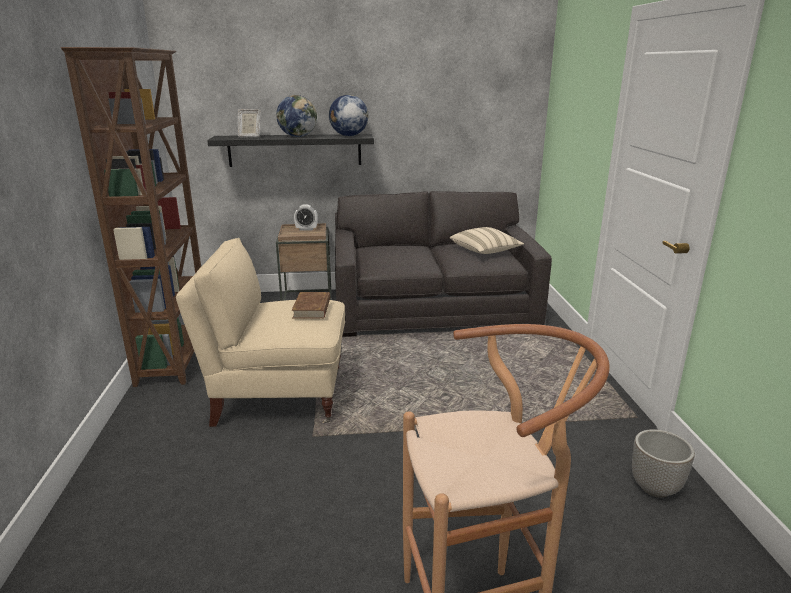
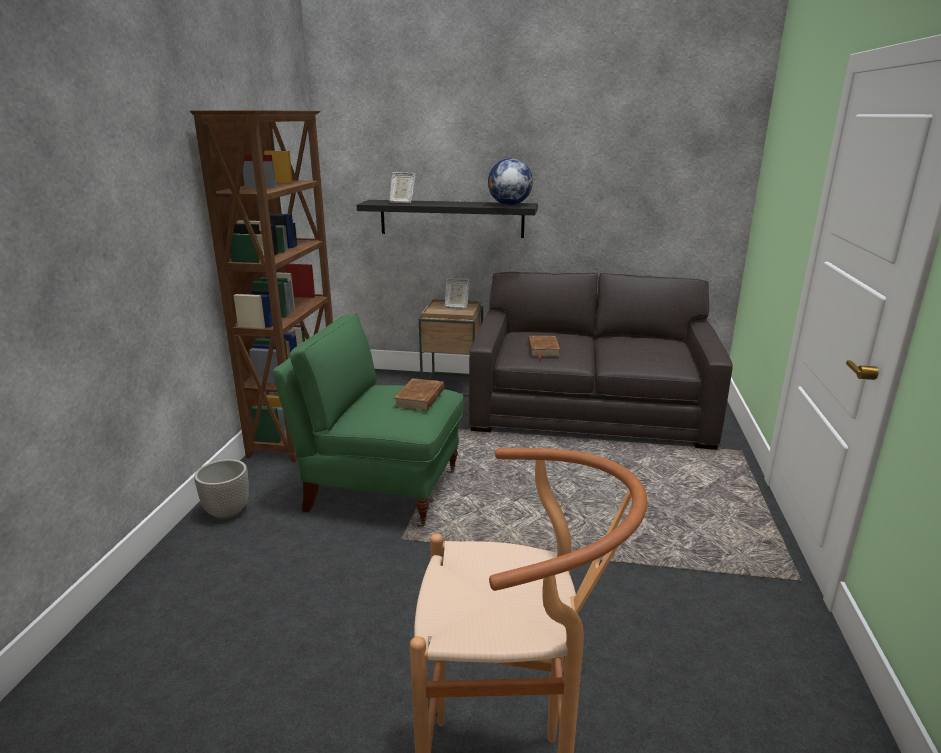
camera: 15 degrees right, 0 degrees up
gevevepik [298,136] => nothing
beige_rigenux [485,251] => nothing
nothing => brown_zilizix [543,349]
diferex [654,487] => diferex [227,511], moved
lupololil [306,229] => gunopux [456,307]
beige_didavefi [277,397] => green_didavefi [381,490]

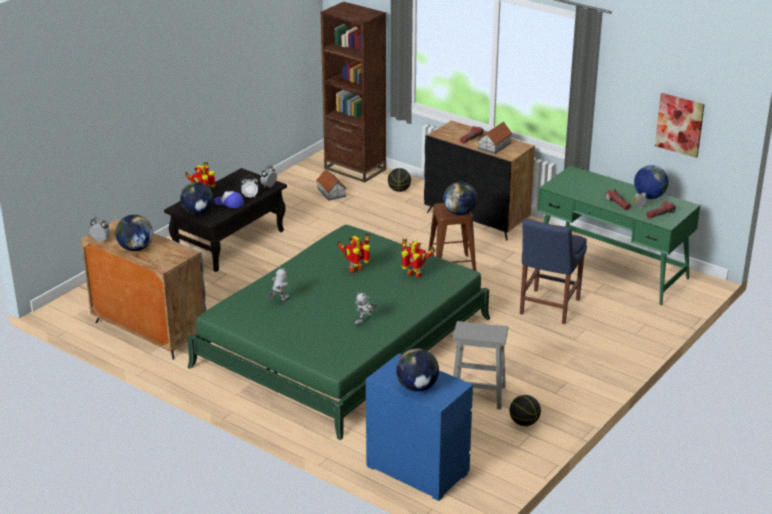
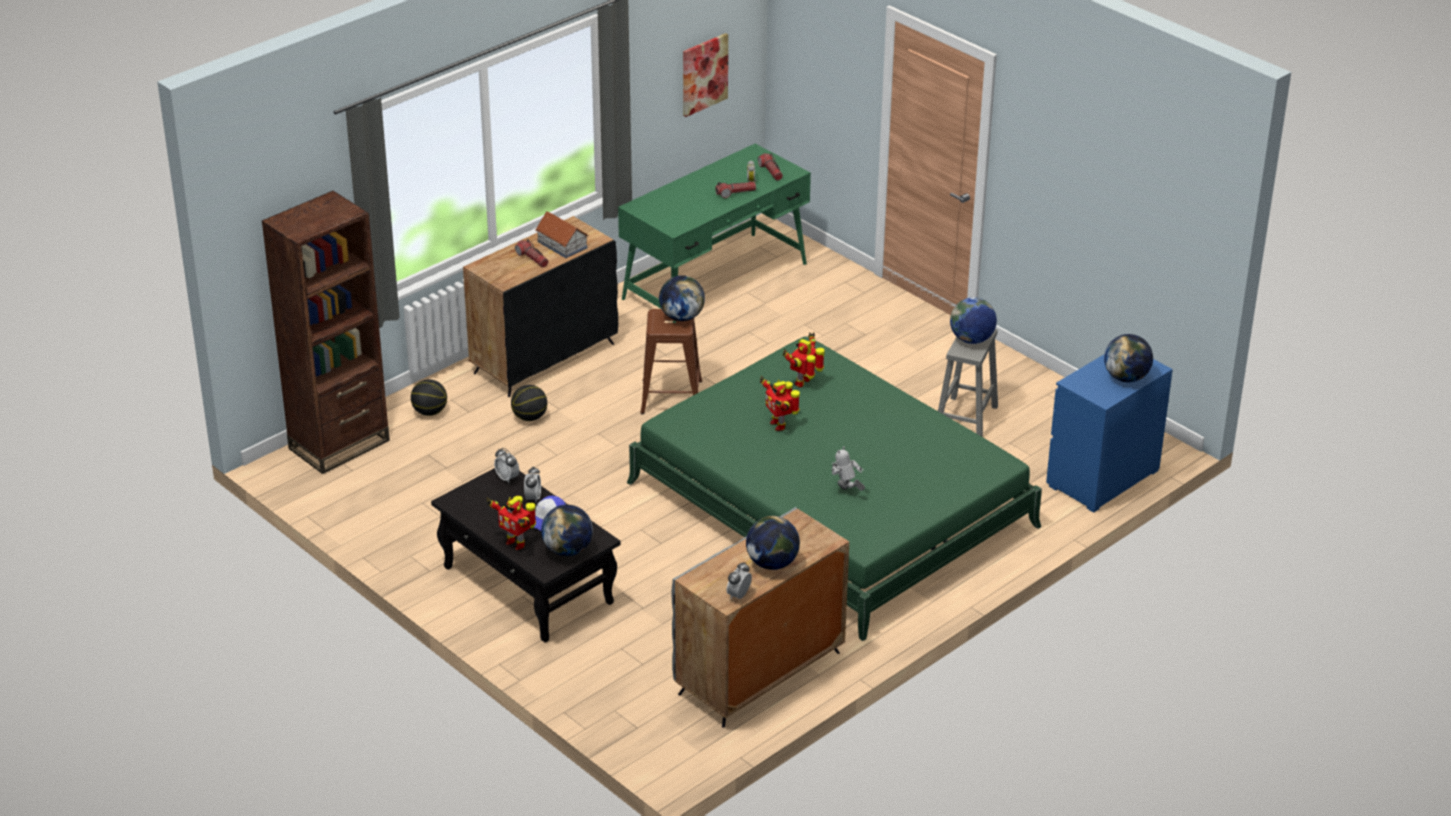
camera: 80 degrees left, 5 degrees up
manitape [331,192] => nothing
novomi [365,321] => nothing
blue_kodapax [548,308] => nothing
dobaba [524,423] => dobaba [530,417], moved
gevevepik [649,197] => gevevepik [971,339], moved

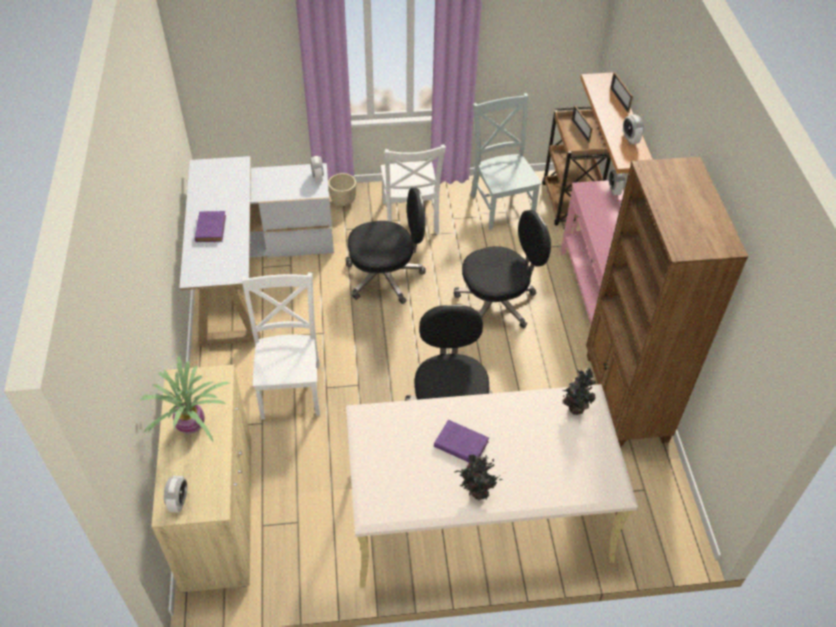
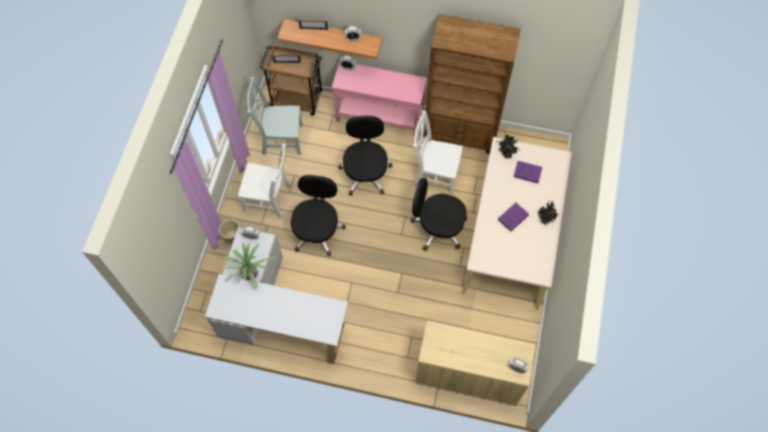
camera: 70 degrees left, 15 degrees up
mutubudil [191,426] => mutubudil [250,275], moved
purple_zilizix [211,228] => purple_zilizix [526,173], moved
white_kodapax [291,388] => white_kodapax [434,174], moved

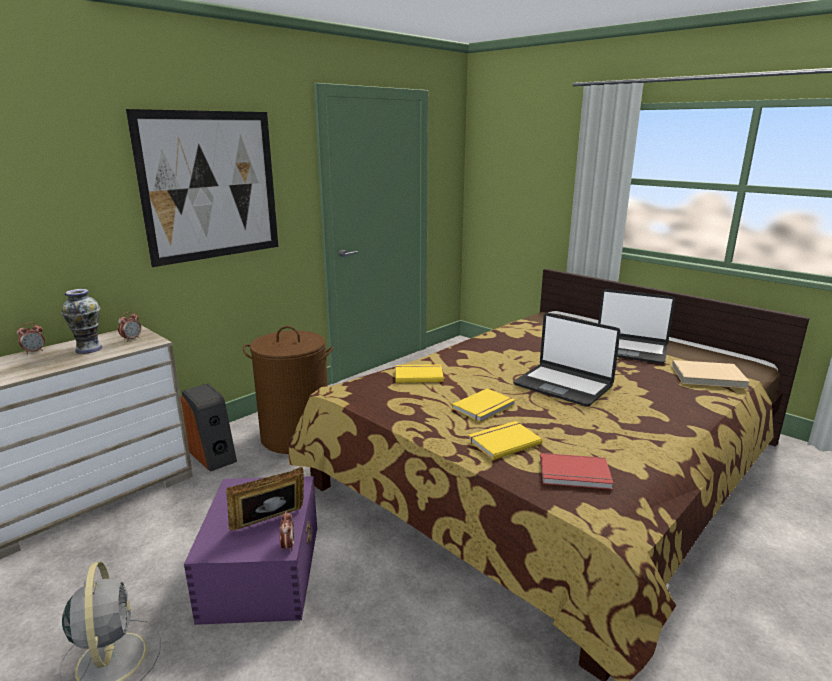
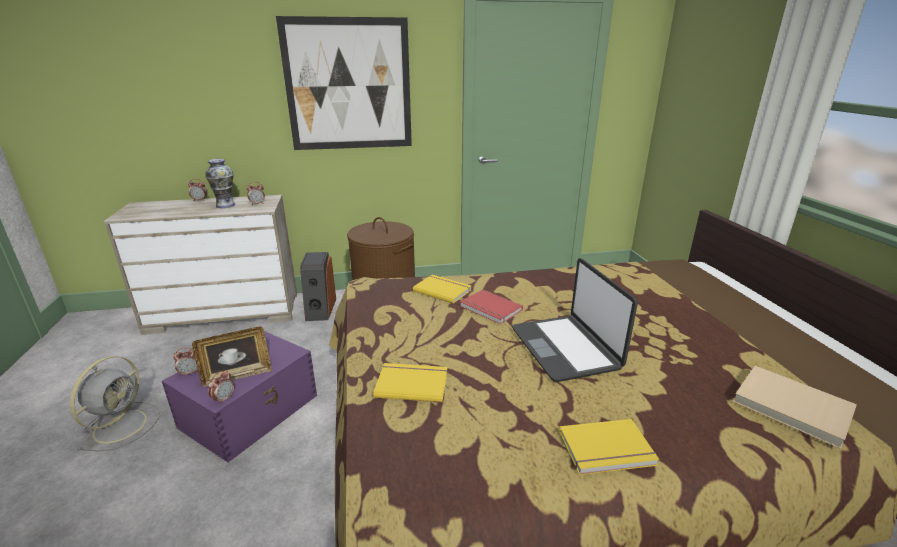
camera: 35 degrees right, 5 degrees up
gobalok [628,350] => nothing
nothing => lupololil [190,373]
yellow_zilizix [485,407] => yellow_zilizix [607,450], moved
red_zilizix [575,475] => red_zilizix [490,309], moved
gunopux [269,523] => gunopux [237,375], 150 degrees clockwise

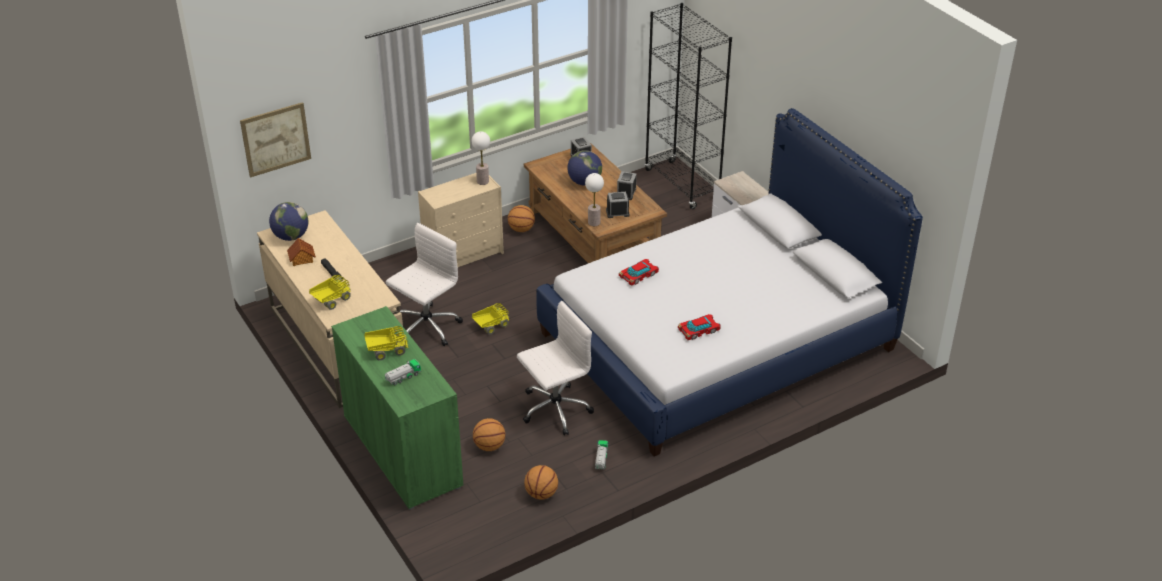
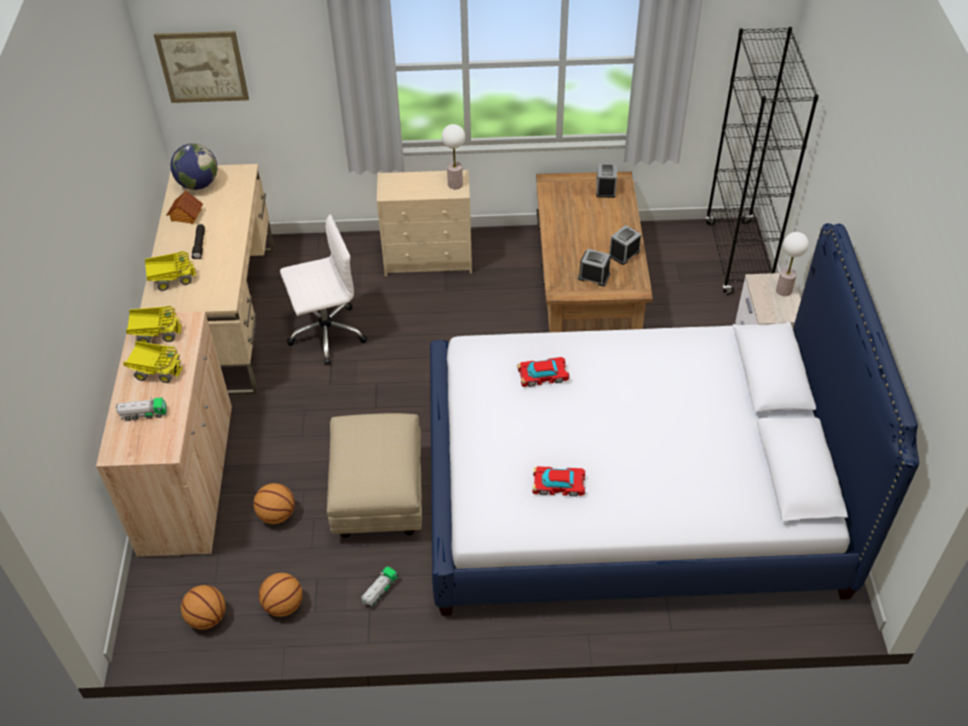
camera: 30 degrees right, 10 degrees up
gevevepik [584,182] => nothing
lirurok [491,326] => lirurok [155,333], moved
dobaba [521,229] => dobaba [208,617], moved
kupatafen [594,222] => kupatafen [784,290], moved
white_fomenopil [554,409] => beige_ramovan [379,498]
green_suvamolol [402,451] => beige_suvamolol [188,479]

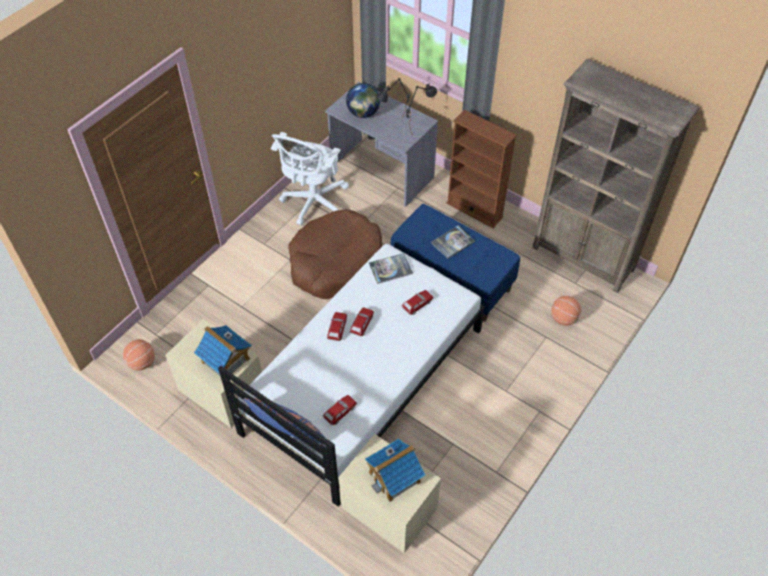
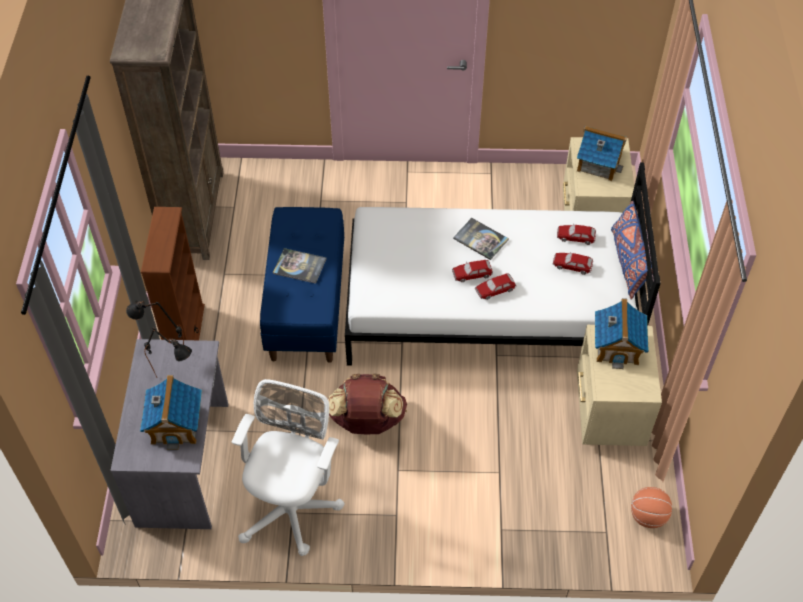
camera: 125 degrees left, 0 degrees up
dobaba [563,318] => nothing
zilizix [390,269] => zilizix [480,239], moved
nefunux [417,304] => nefunux [572,265], moved
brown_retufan [335,263] => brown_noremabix [367,421]
gevevepik [363,113] => manitape [176,424]
white_fomenopil [313,203] => white_fomenopil [292,506], 60 degrees counterclockwise

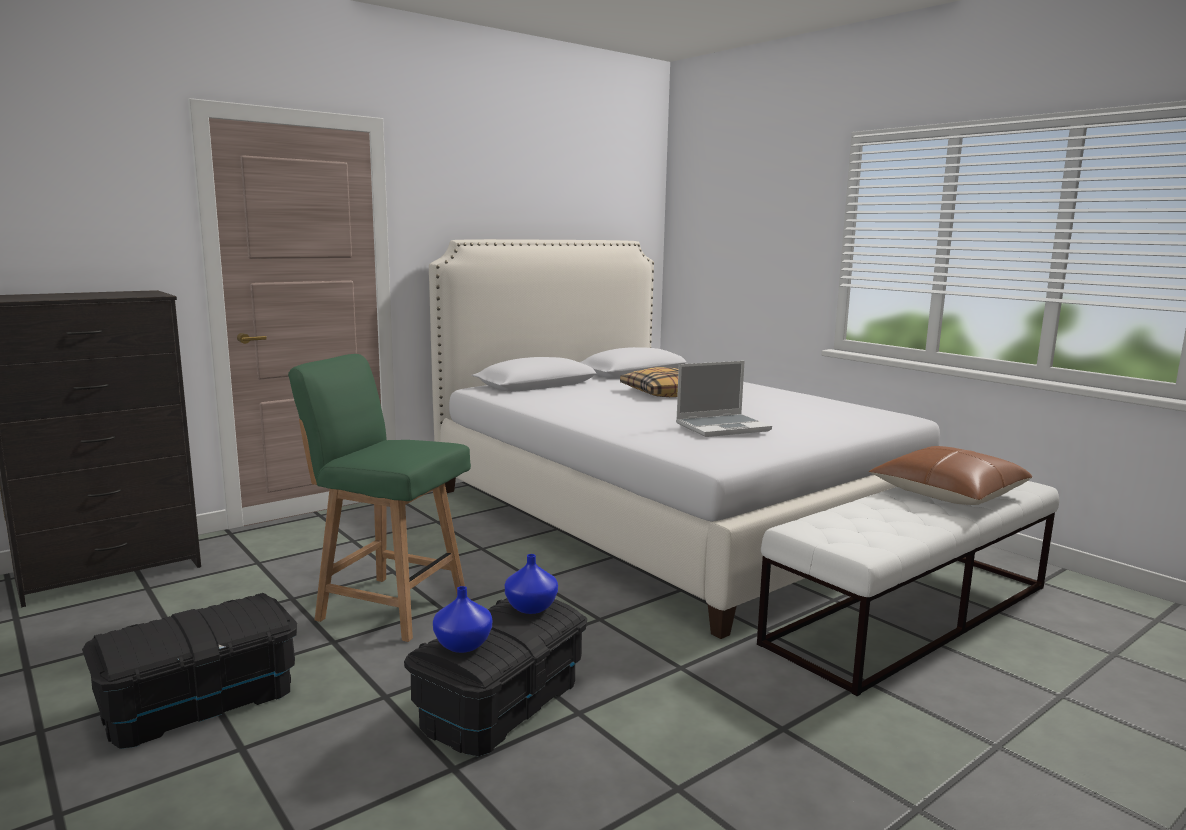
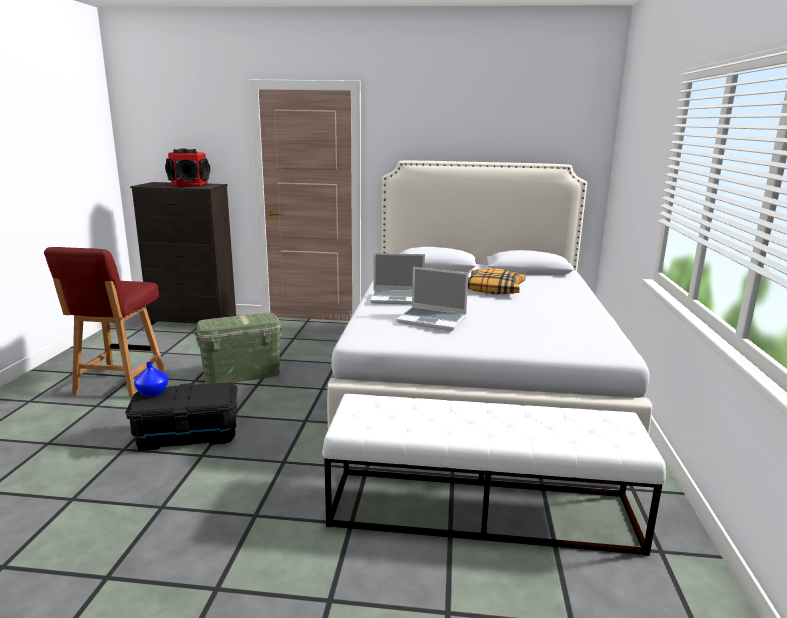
camera: 45 degrees right, 5 degrees up
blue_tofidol [532,607] => nothing
brown_rigenux [948,493] => nothing
nothing => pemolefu [189,184]
nothing => gobalok [398,298]
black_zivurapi [200,702] => red_kodapax [119,383]
green_kodapax [390,606] => green_zivurapi [242,374]

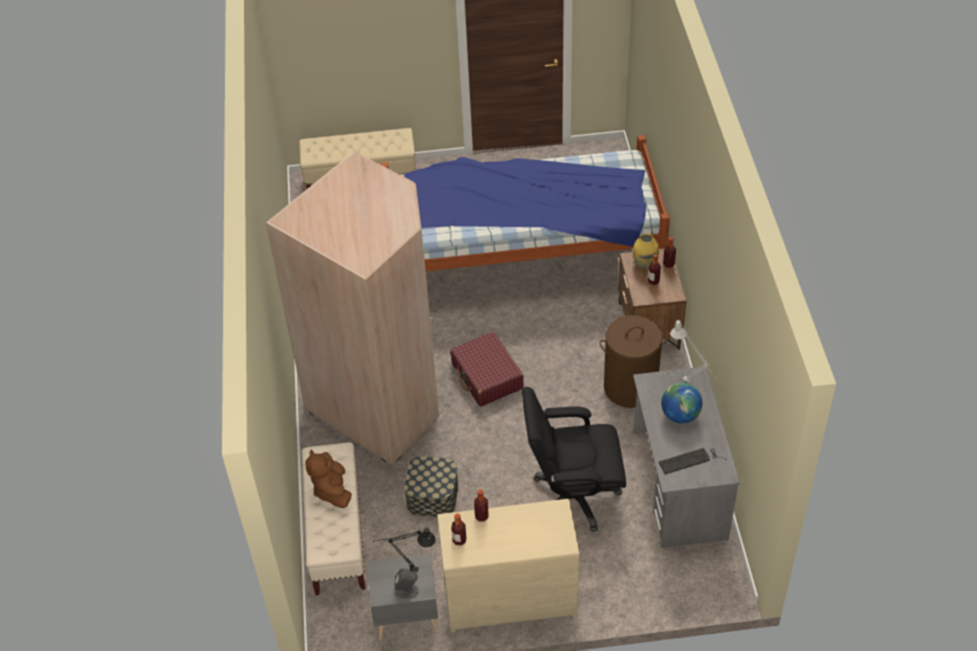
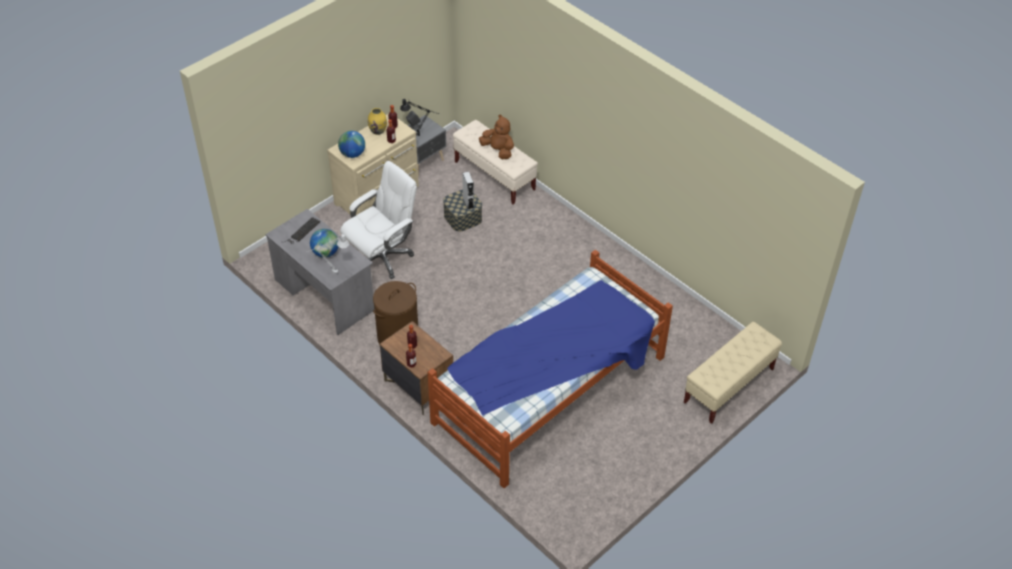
camera: 140 degrees right, 0 degrees up
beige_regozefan [381,401] => nothing
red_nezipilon [487,376] => nothing
nothing => gevevepik [352,154]
nothing => grey_pemolefu [468,203]
yellow_tofidol [644,264] => yellow_tofidol [378,131], moved
black_fomenopil [573,497] => white_fomenopil [382,257]

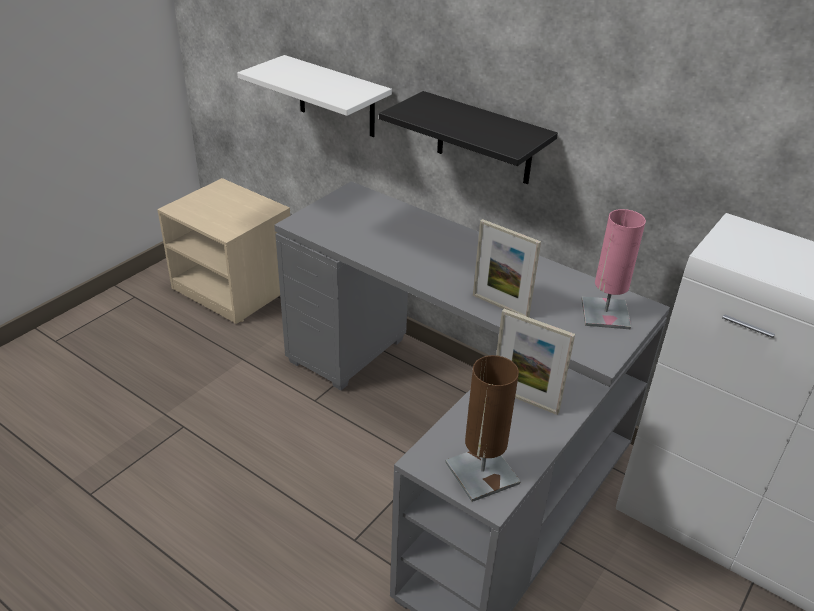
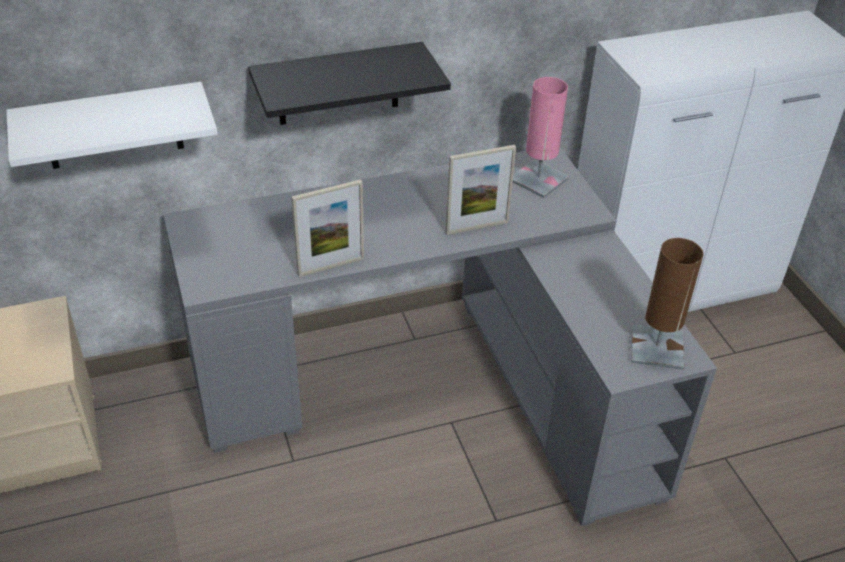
camera: 55 degrees left, 5 degrees up
gunopux [525,400] => gunopux [331,266], moved

